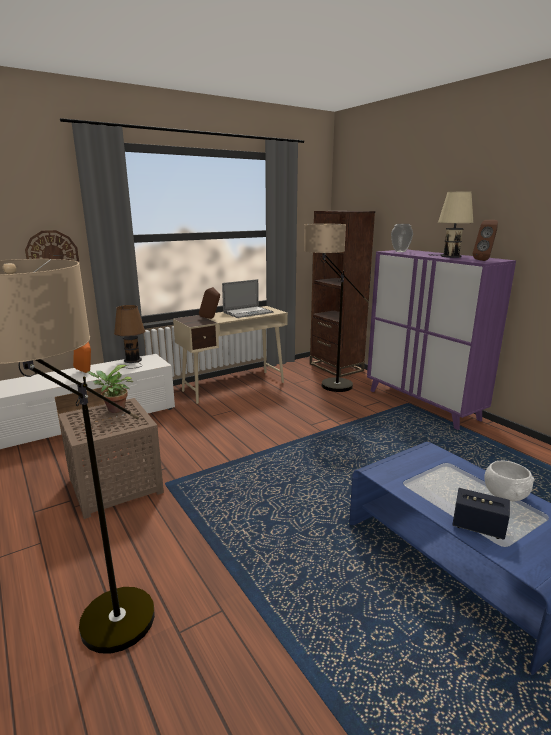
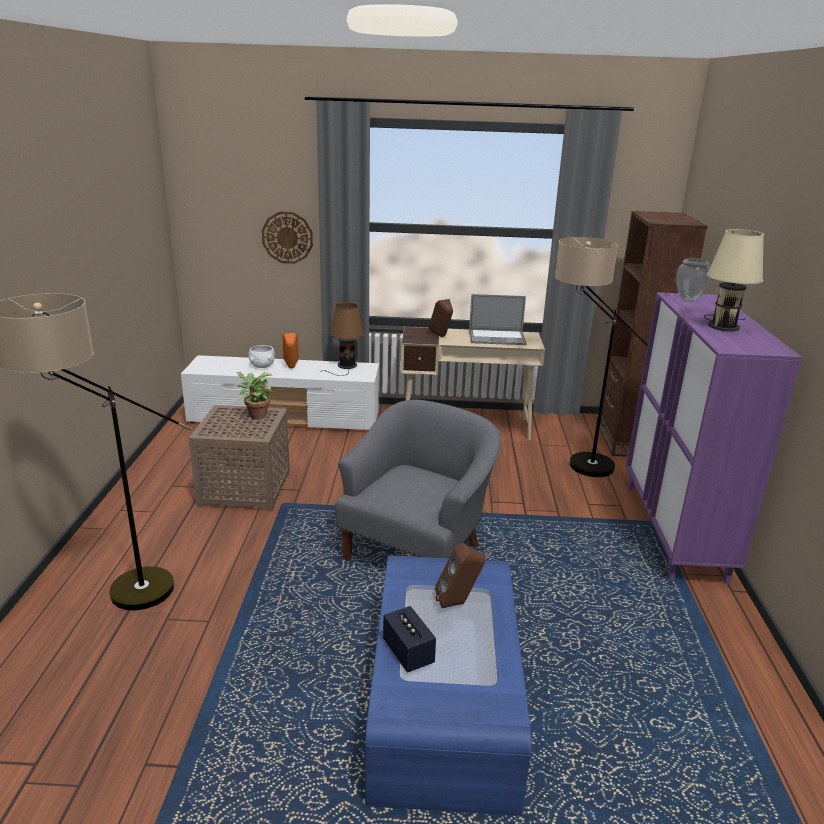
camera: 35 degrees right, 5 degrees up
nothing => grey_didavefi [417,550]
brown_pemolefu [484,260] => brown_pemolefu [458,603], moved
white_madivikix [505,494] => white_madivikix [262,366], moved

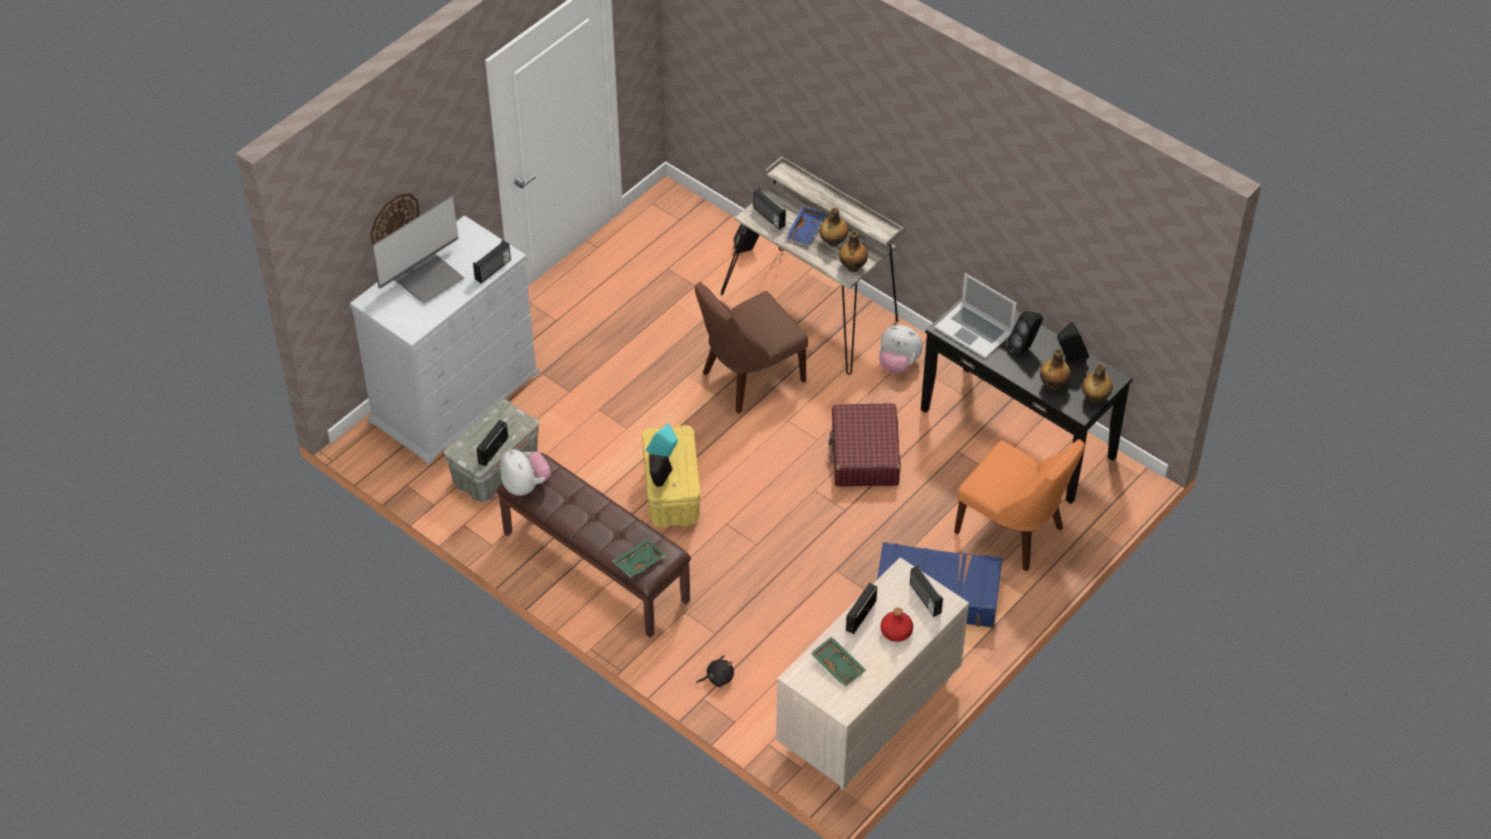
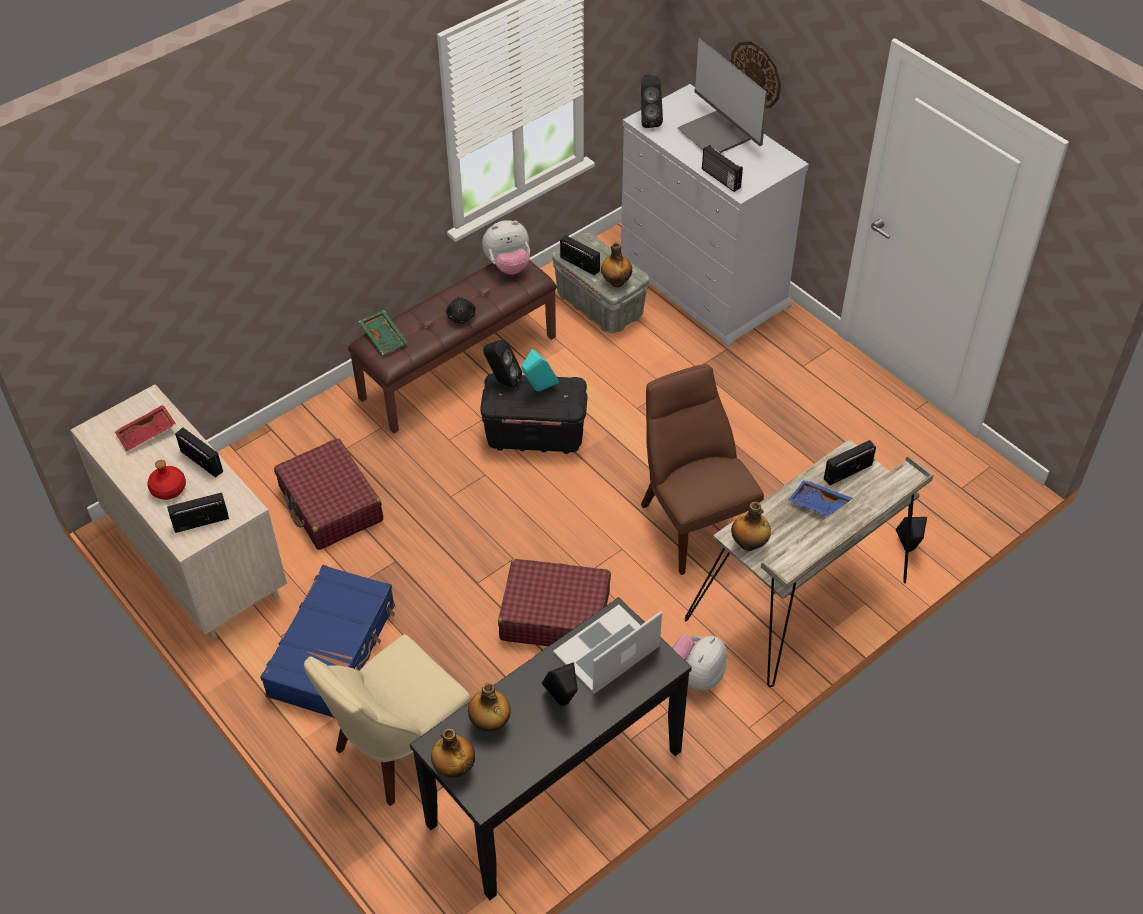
camera: 100 degrees right, 0 degrees up
nothing => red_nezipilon [331,505]
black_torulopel [718,678] => black_torulopel [461,316], moved
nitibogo [833,242] => nitibogo [616,282], moved
black_pemolefu [1070,359] => black_pemolefu [648,120], moved
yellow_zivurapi [671,495] => black_zivurapi [536,434]
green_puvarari [838,665] => red_puvarari [147,434]
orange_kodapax [1013,532] => beige_kodapax [398,748]

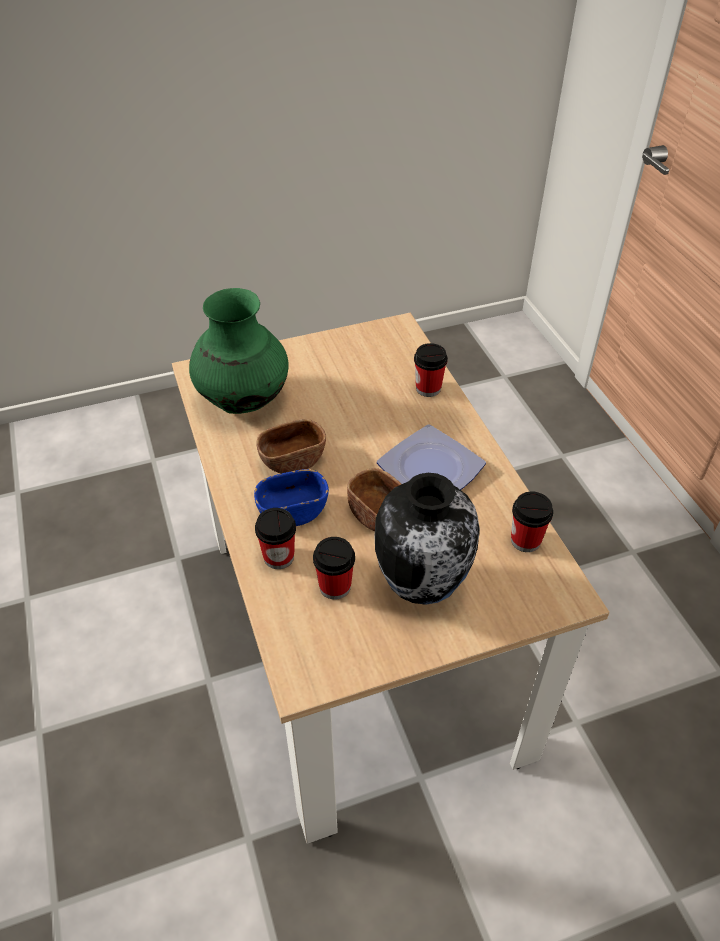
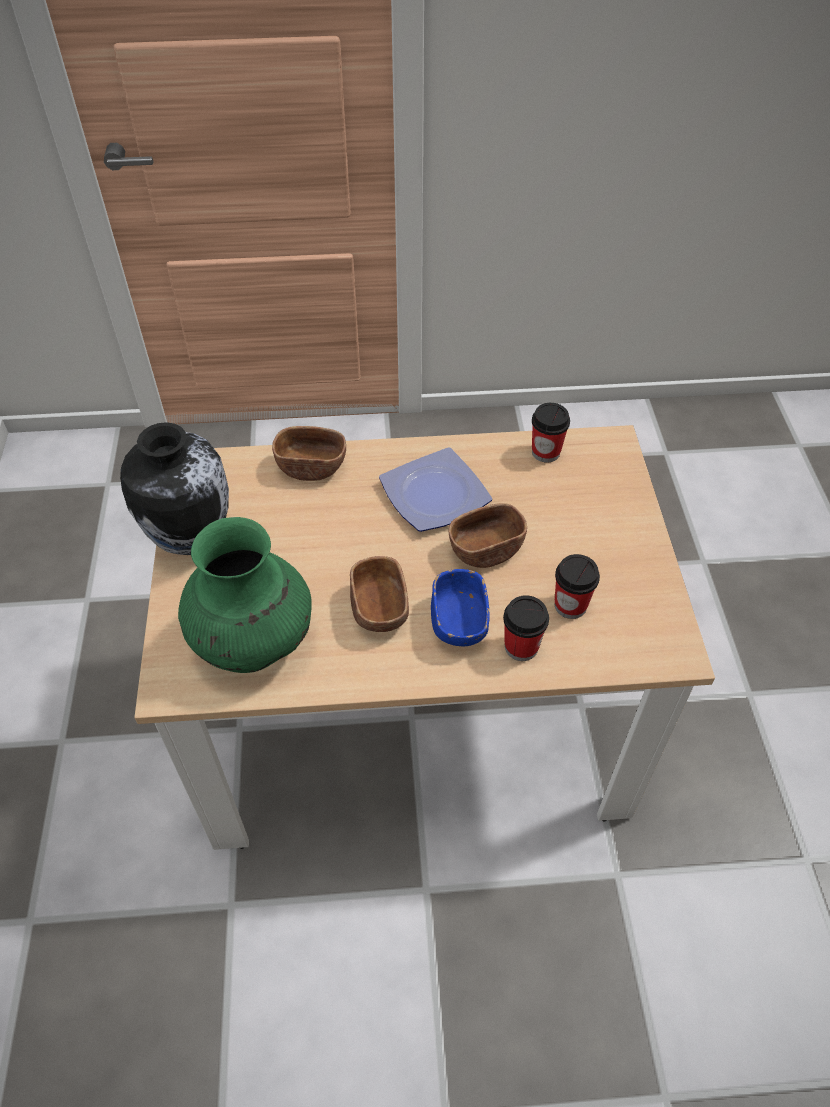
camera: 75 degrees left, 5 degrees up
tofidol [423,586] => tofidol [192,539], moved
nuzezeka [428,388] => brown_madivikix [311,467]

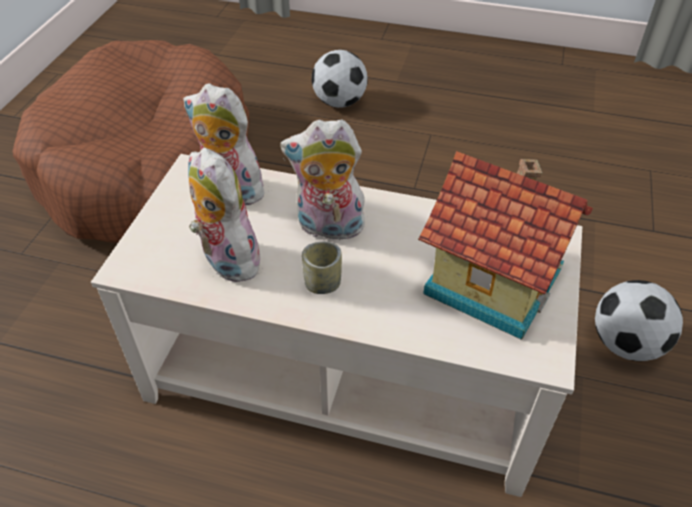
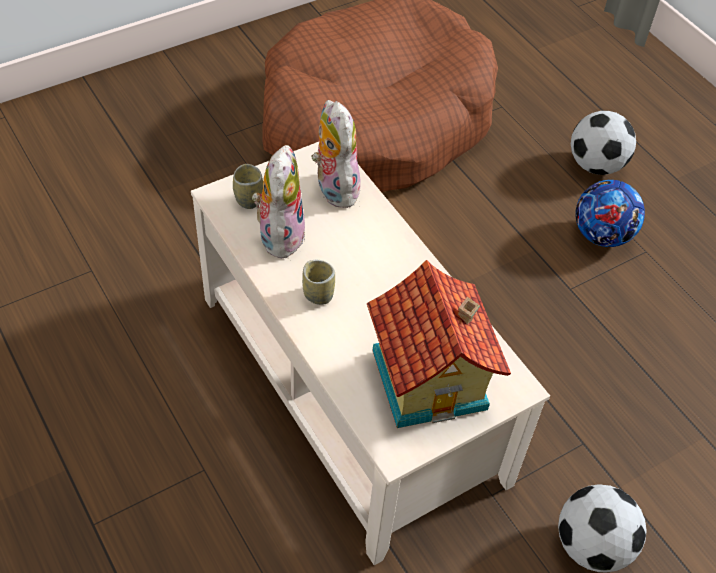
camera: 40 degrees right, 5 degrees up
torulopel [328,228] => nothing
nothing => nuzezeka [248,199]
nothing => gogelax [601,235]

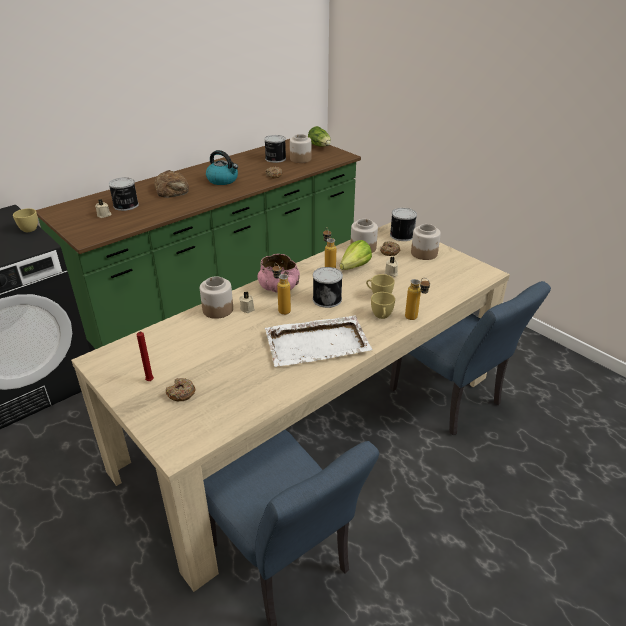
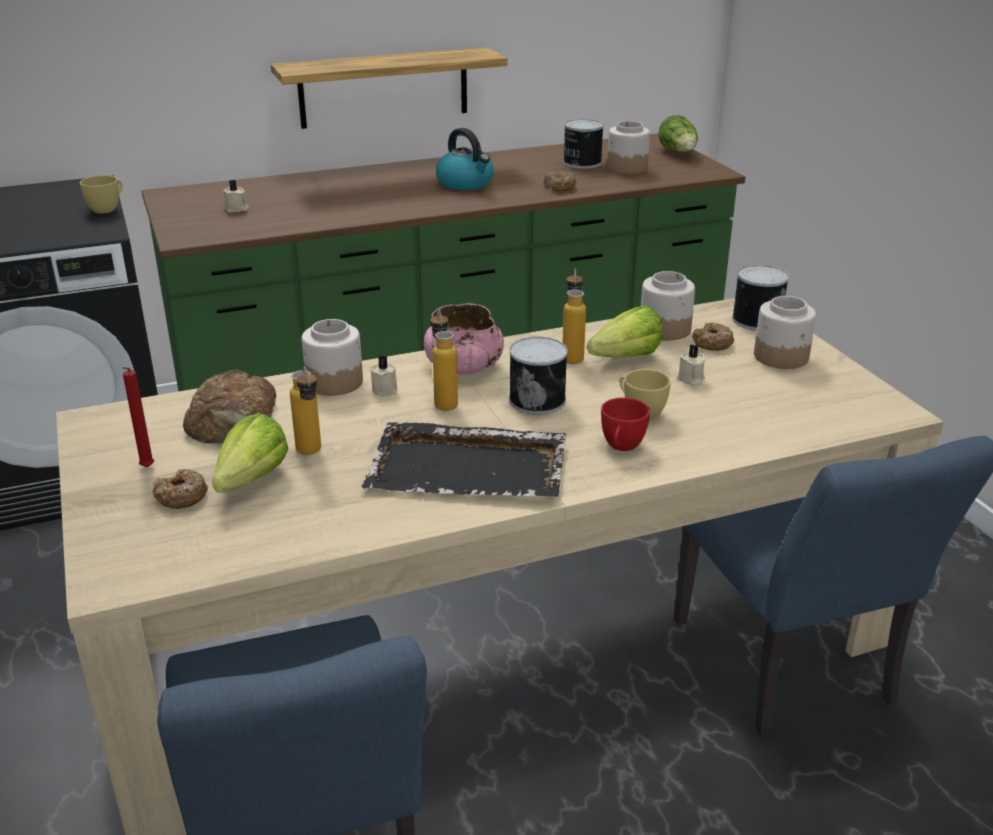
camera: 20 degrees right, 5 degrees down
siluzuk [125,205] => nothing
nothing => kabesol [245,484]
nothing => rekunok [384,88]
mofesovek [173,189] => mofesovek [233,420], moved
nitibogo [415,319] => nitibogo [311,454], moved
white_puvarari [318,343] => black_puvarari [470,468]
yellow_nuzezeka [382,316] => red_nuzezeka [621,447]

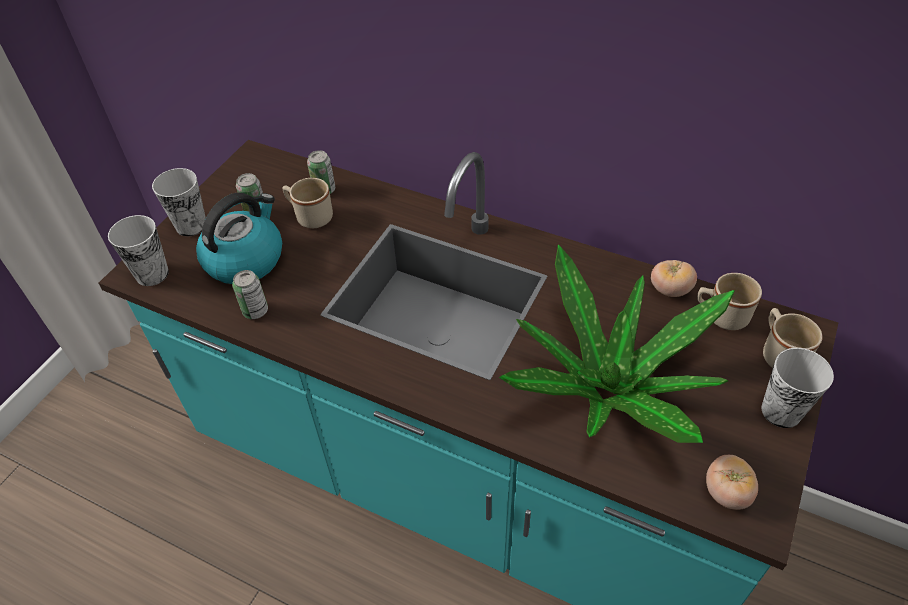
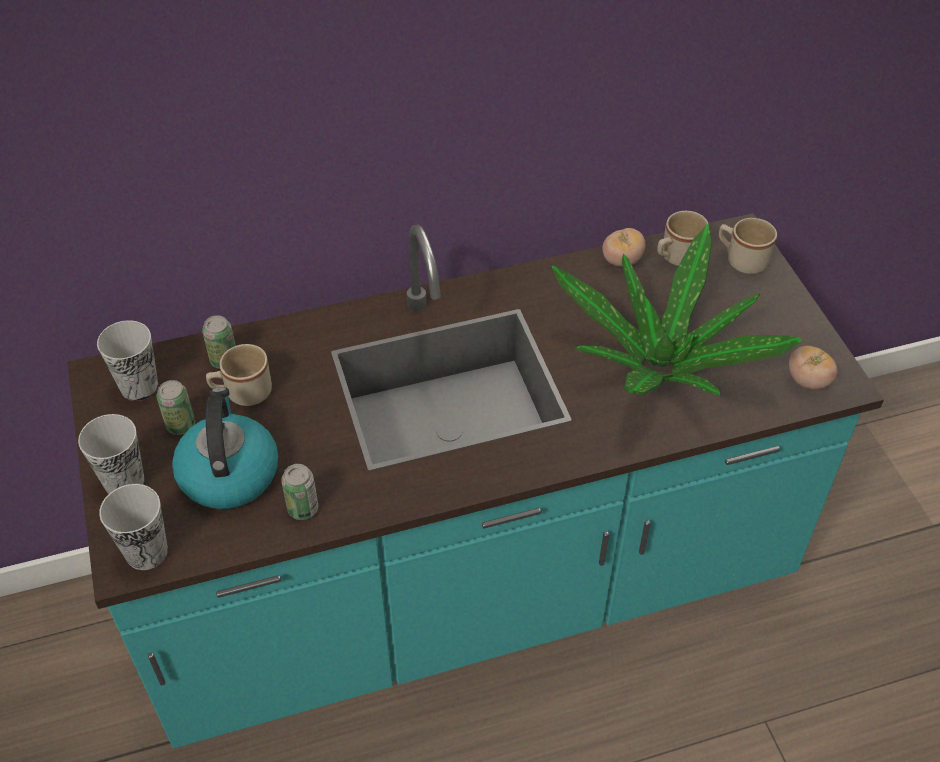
camera: 45 degrees left, 0 degrees up
nuzezeka [781,411] => nuzezeka [139,386], moved

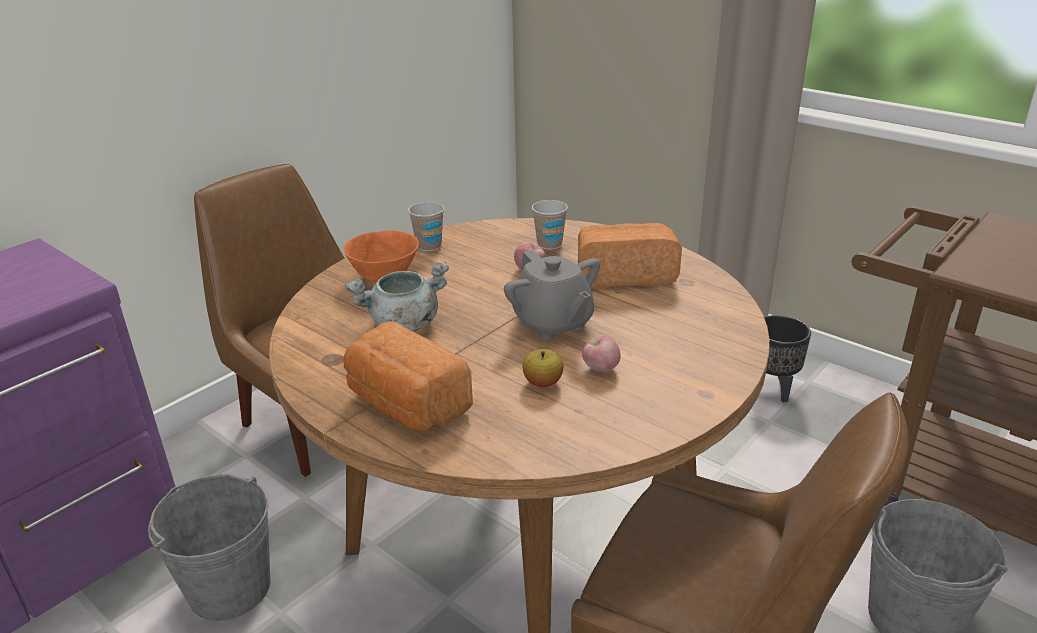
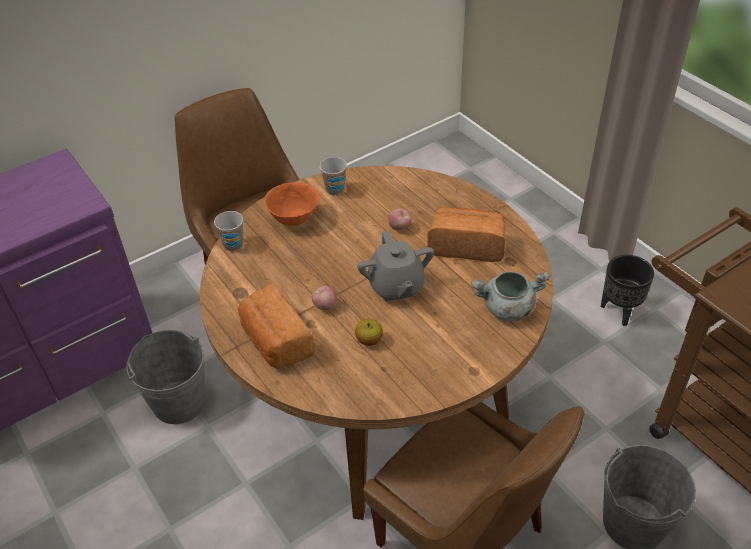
camera: 15 degrees right, 15 degrees up
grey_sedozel [403,325] => grey_sedozel [507,309], moved
nuzezeka [549,244] => nuzezeka [233,245], moved
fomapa [600,369] => fomapa [325,306], moved

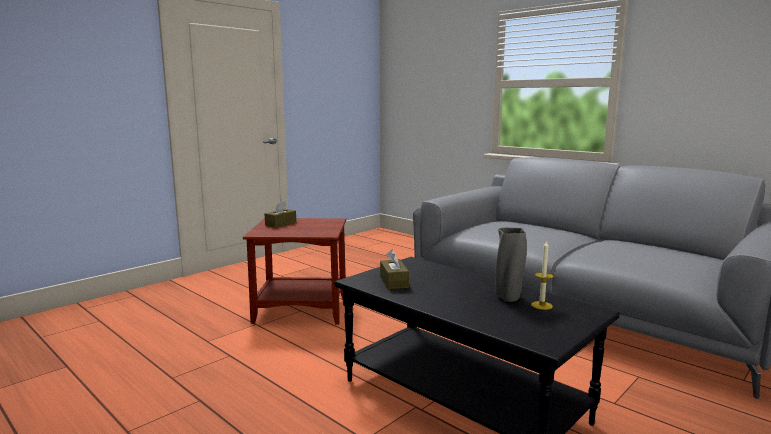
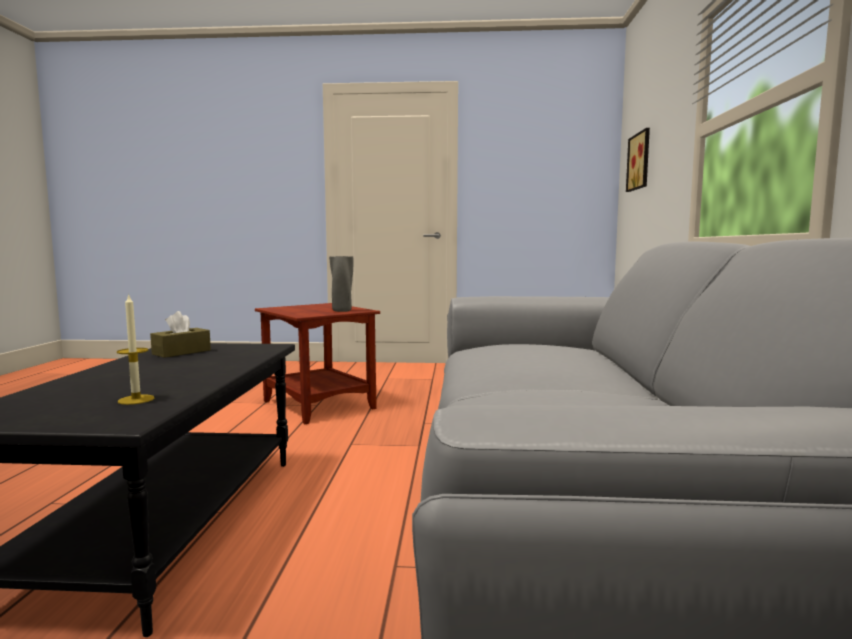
camera: 50 degrees right, 5 degrees down
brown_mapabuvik [280,224] => nothing
nothing => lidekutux [641,161]
grey_tofidol [508,298] => grey_tofidol [342,311], moved

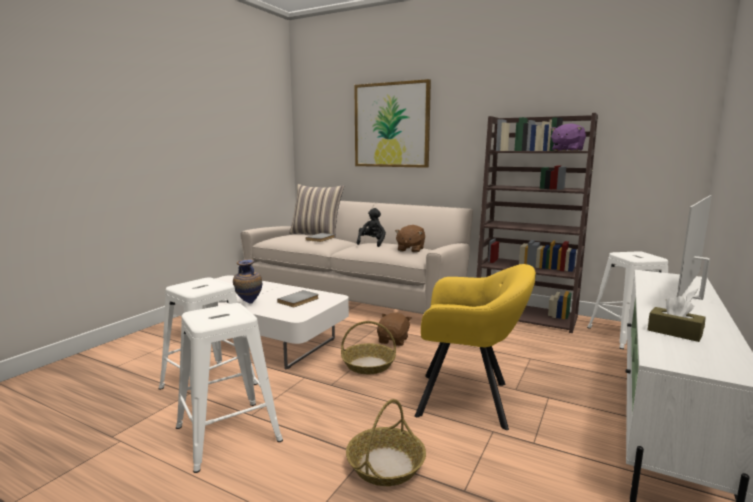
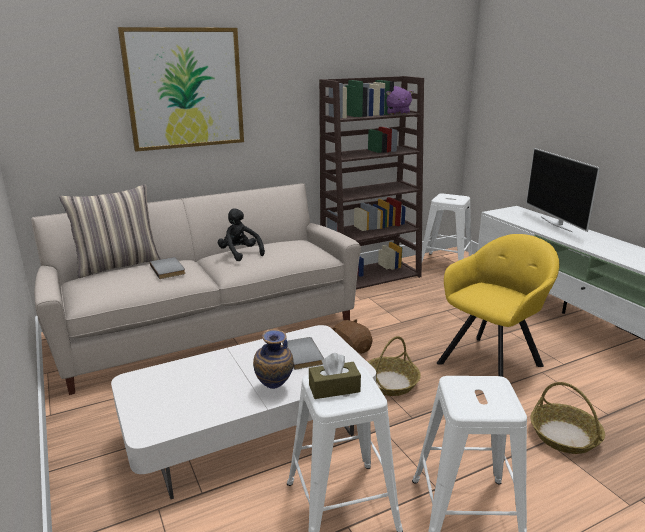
camera: 55 degrees left, 10 degrees up
brown_torulopel [410,249] => nothing
brown_mapabuvik [674,332] => brown_mapabuvik [334,388], moved

